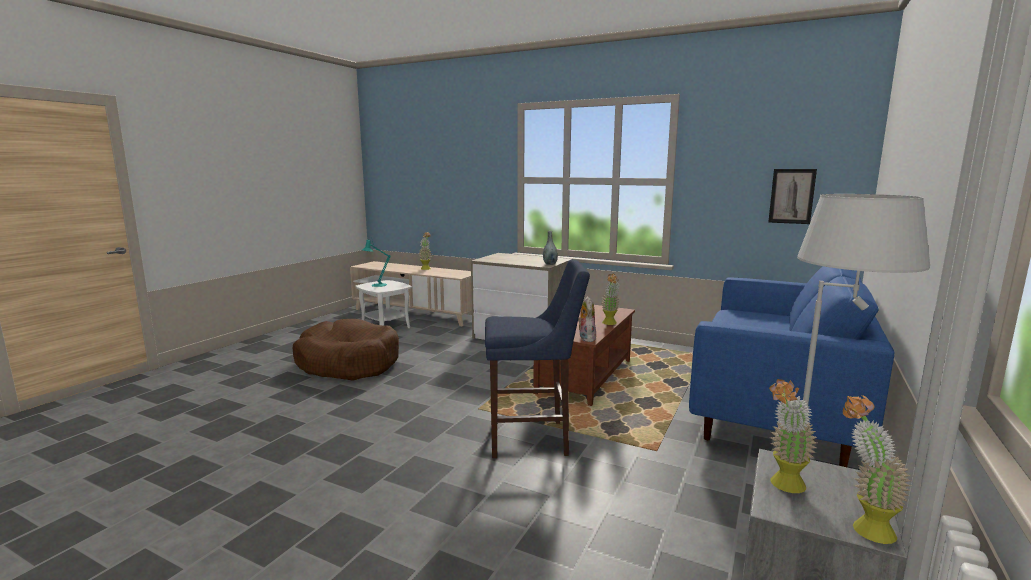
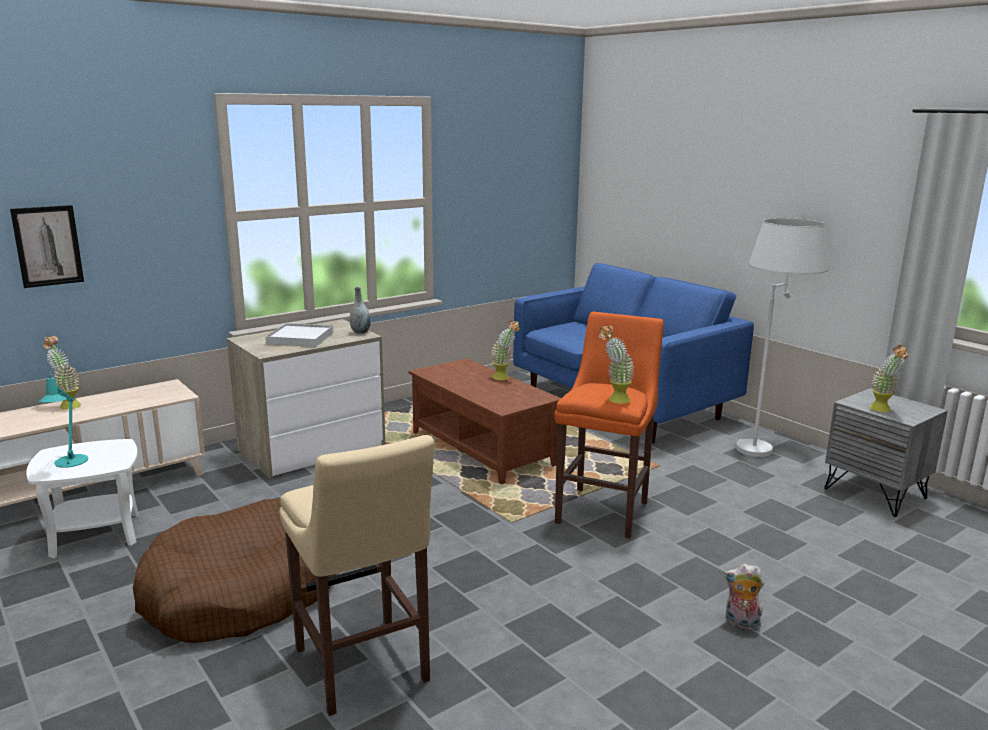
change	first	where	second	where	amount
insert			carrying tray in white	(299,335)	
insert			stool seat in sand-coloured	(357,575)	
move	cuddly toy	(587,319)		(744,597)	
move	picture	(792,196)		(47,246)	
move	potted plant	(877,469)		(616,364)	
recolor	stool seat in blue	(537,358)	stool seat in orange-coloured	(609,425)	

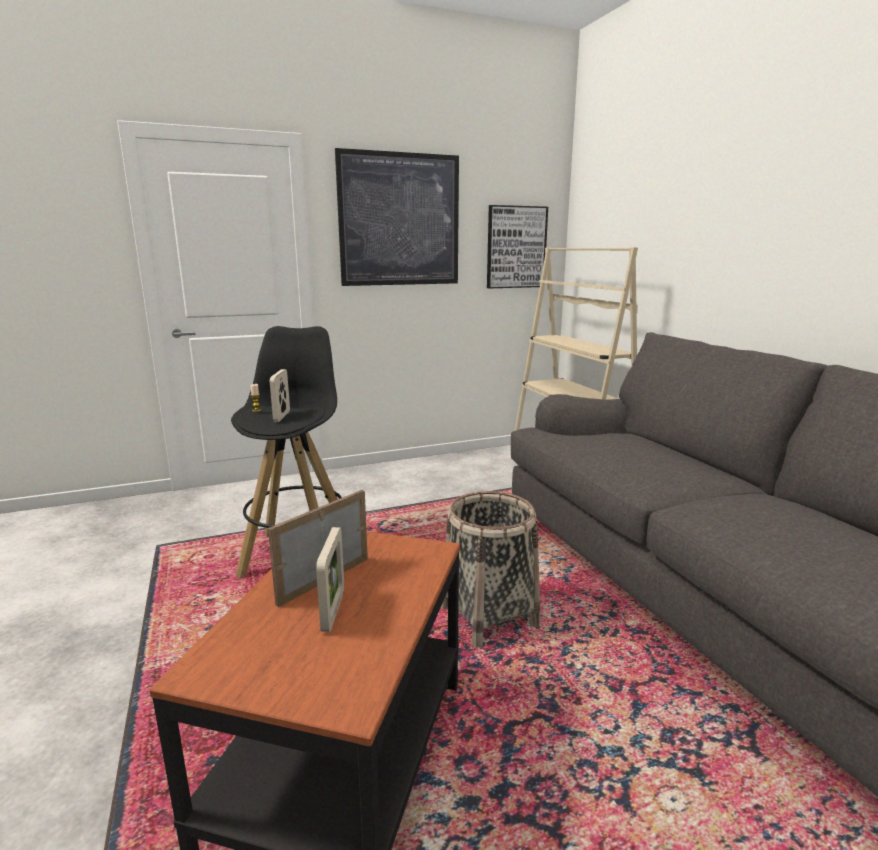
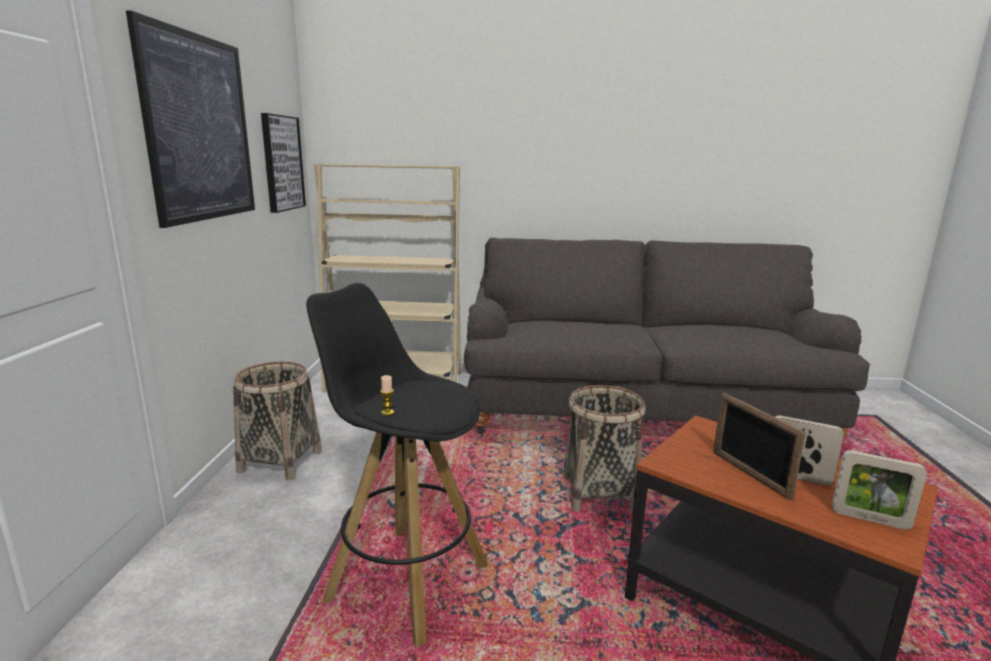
change	first	where	second	where	amount
insert			household basket	(277,421)	
move	photo frame	(280,395)		(879,490)	

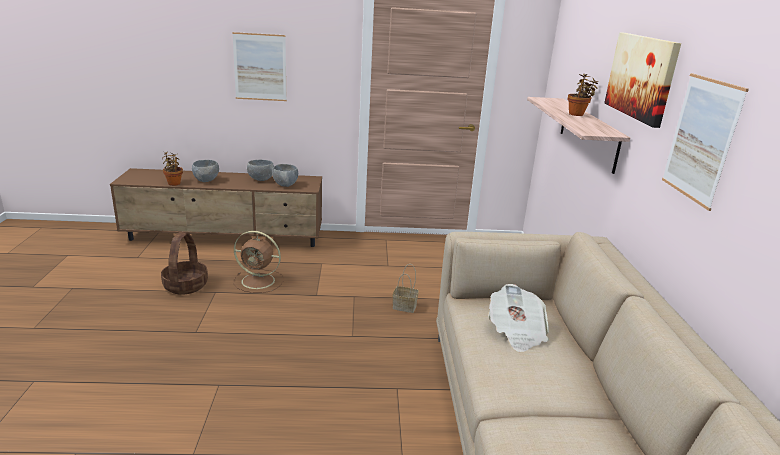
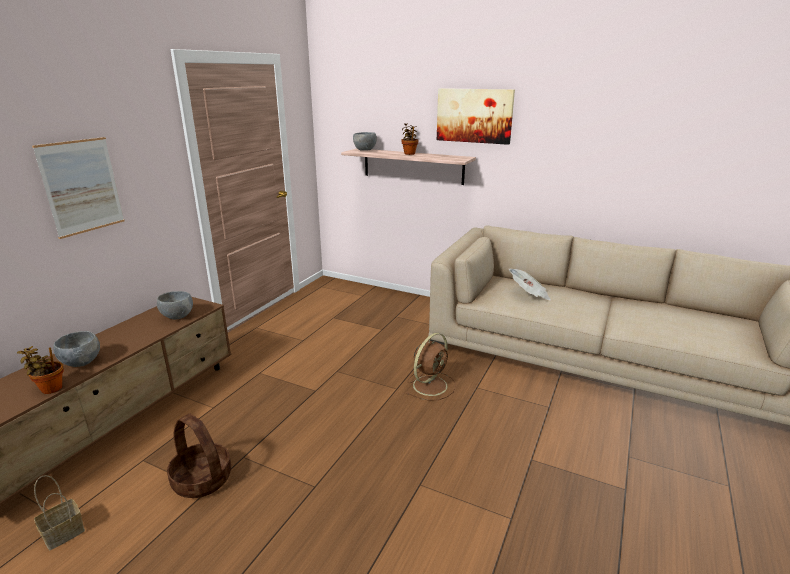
change	first	where	second	where	amount
delete	picture	(705,142)			
move	electric fan in brown	(259,262)		(431,367)	
move	serving bowl in gray	(260,170)		(365,141)	
move	household basket	(406,288)		(59,512)	

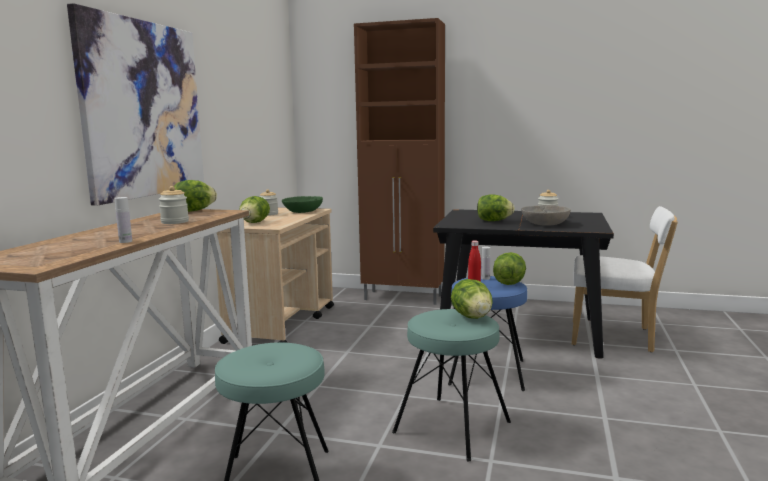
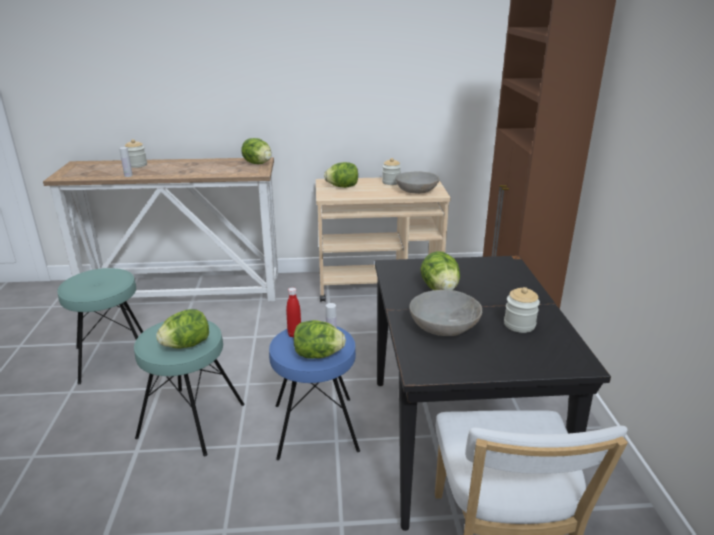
change	first	where	second	where	amount
delete	picture	(135,104)			
move	preserve jar	(174,205)		(136,153)	
recolor	serving bowl in green	(302,204)	serving bowl in gray	(417,183)	

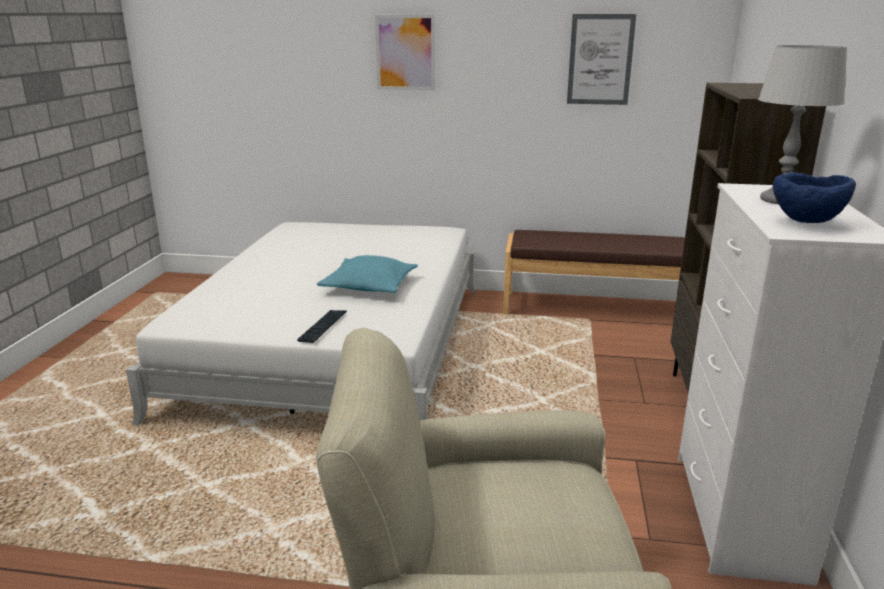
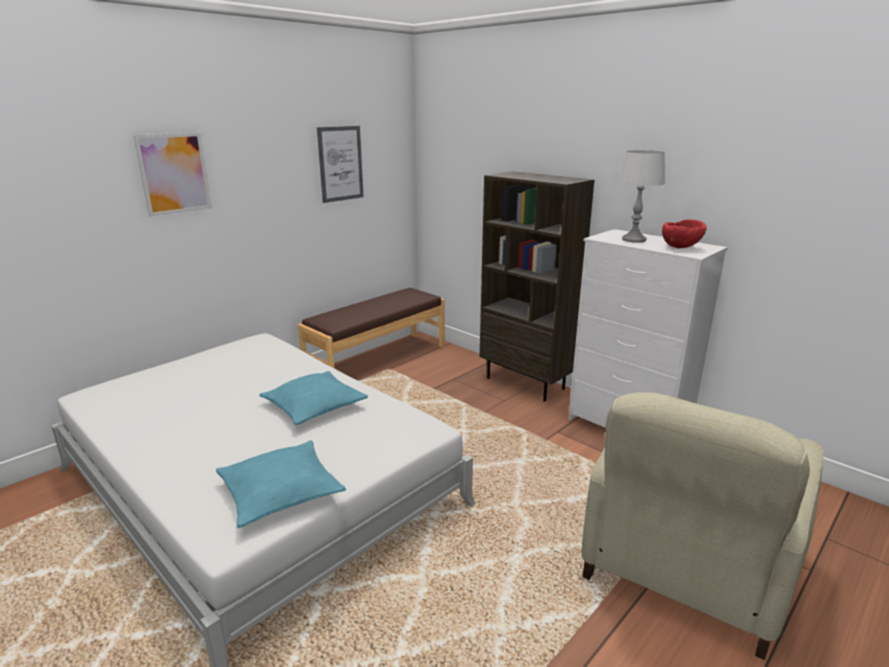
change	first	where	second	where	amount
delete	computer keyboard	(322,326)			
insert			throw pillow in turquoise	(281,484)	
recolor	serving bowl in blue	(814,197)	serving bowl in red	(684,234)	

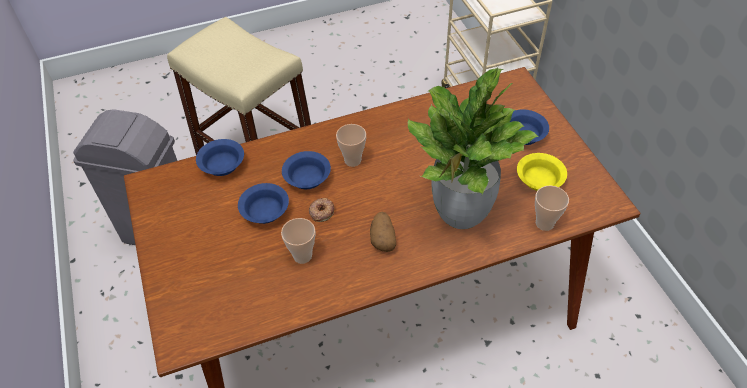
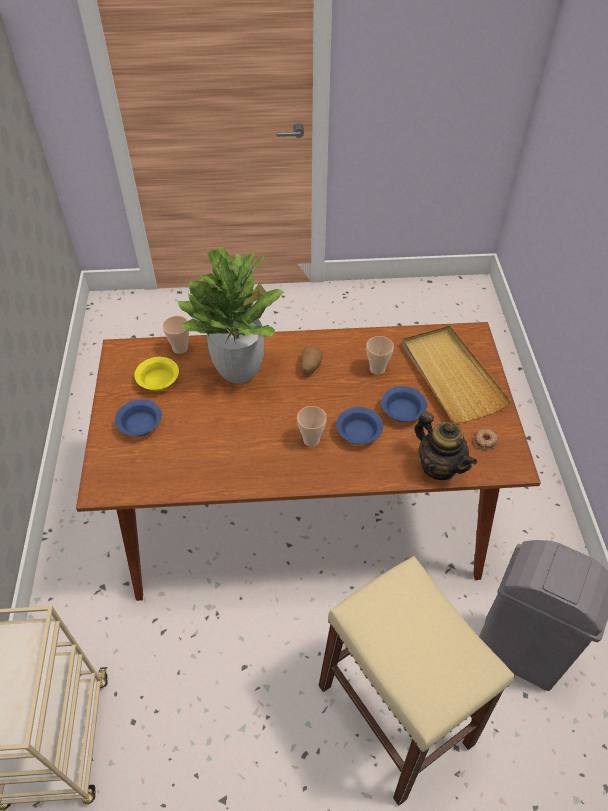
change	first	where	second	where	amount
insert			carrying tray in sand-coloured	(457,374)	
move	doughnut	(321,210)		(486,439)	
replace	serving bowl in blue	(220,157)	tea pot	(446,445)	

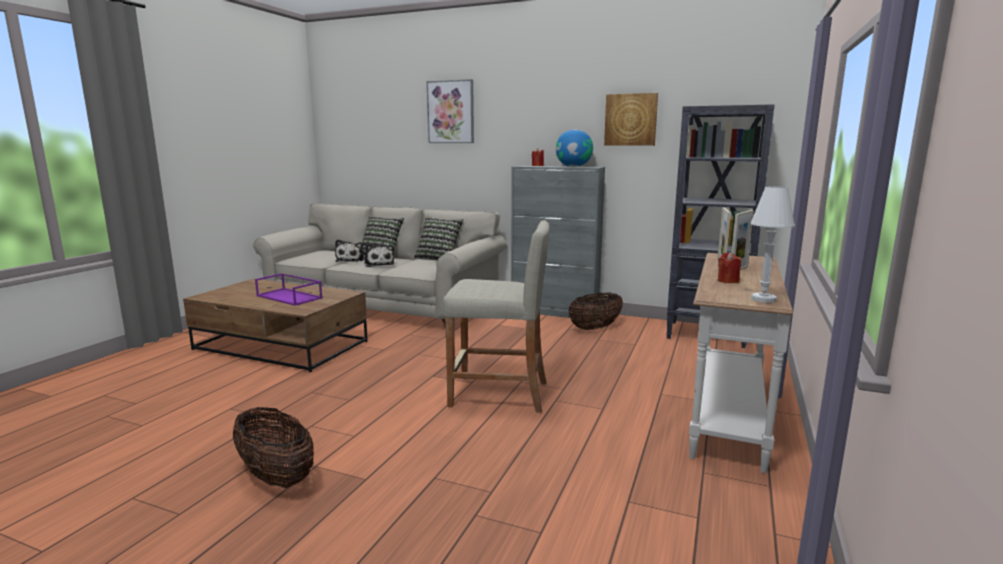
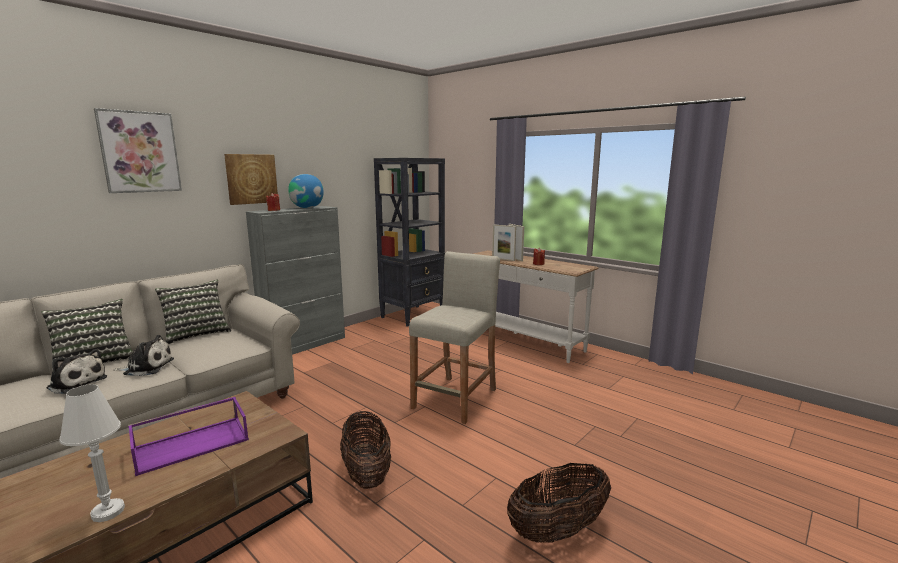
change	first	where	second	where	amount
move	household basket	(595,311)		(365,450)	
move	picture	(631,119)		(251,179)	
move	lamp for a table in white	(772,244)		(92,453)	

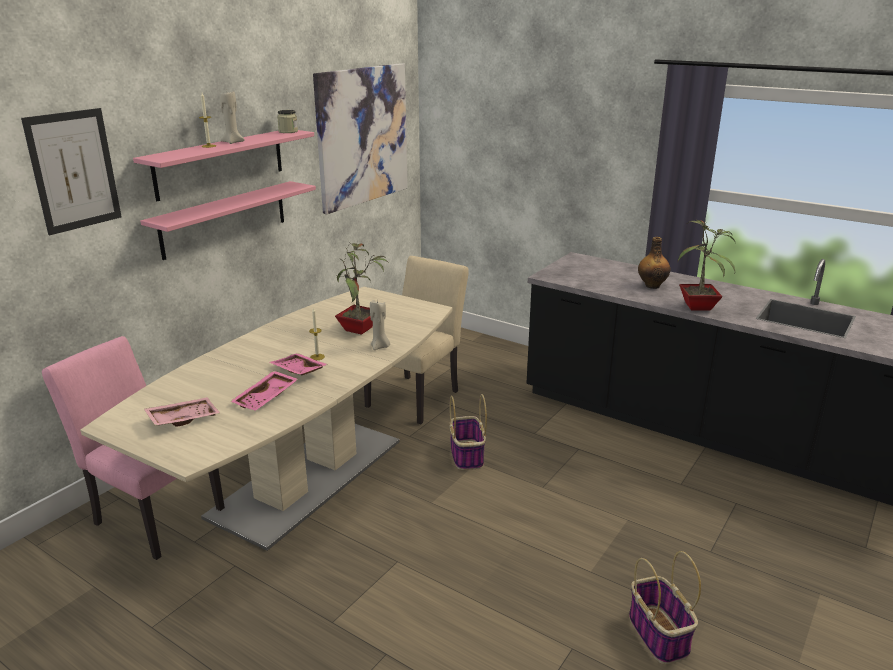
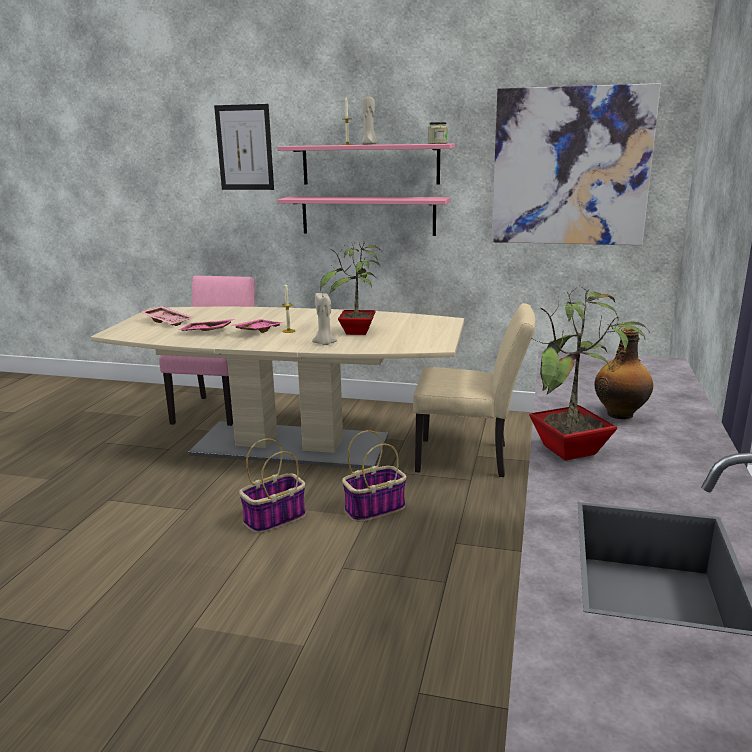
change	first	where	second	where	amount
move	household basket	(665,607)		(272,486)	

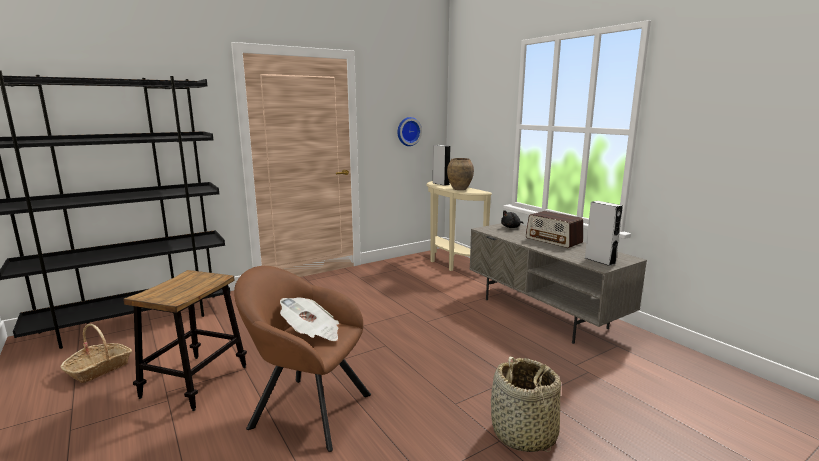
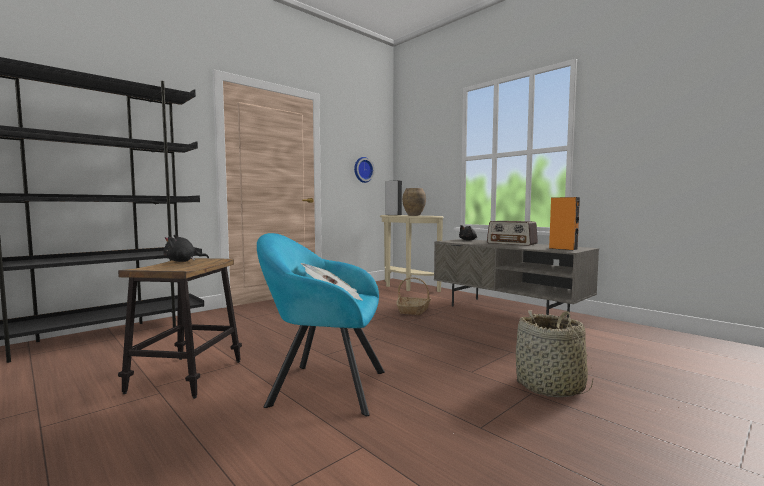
change	first	where	second	where	amount
insert			cuddly toy in blackish	(186,248)	
move	household basket	(96,353)		(413,296)	
recolor	easy chair in brown	(302,359)	easy chair in turquoise	(321,324)	
recolor	audio speaker in gray	(604,233)	audio speaker in orange-coloured	(564,223)	

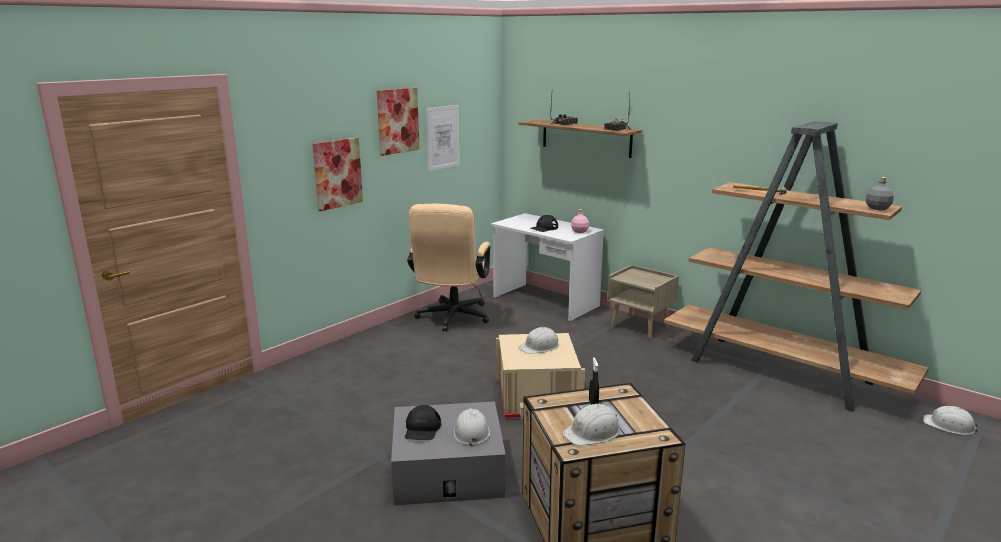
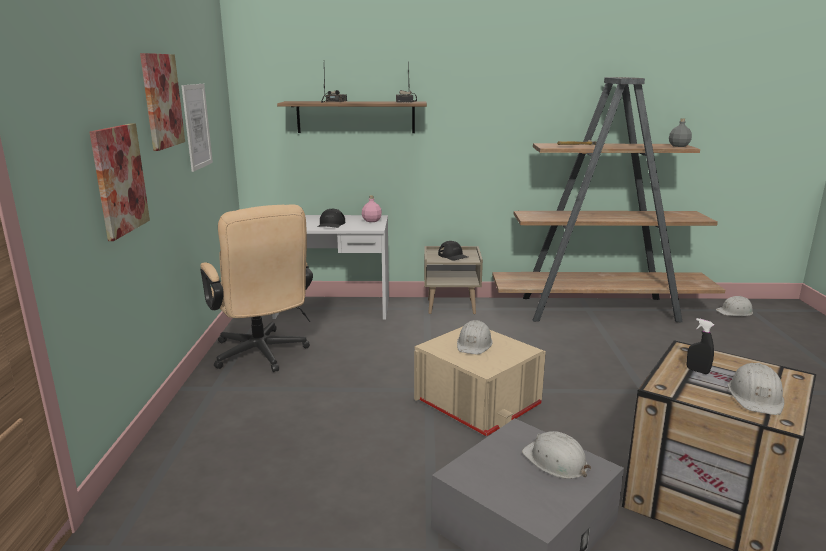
change	first	where	second	where	amount
move	cap in blackish	(423,422)		(453,251)	

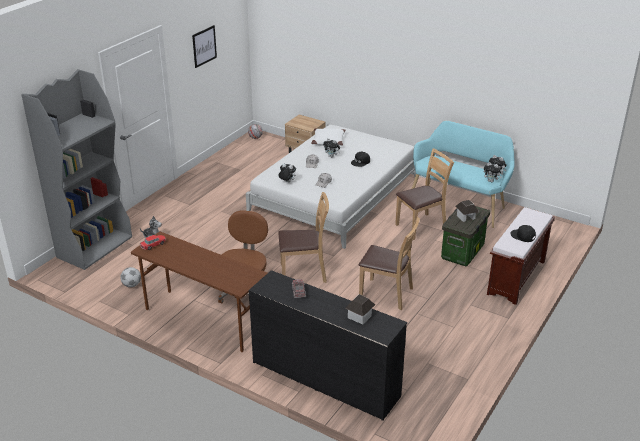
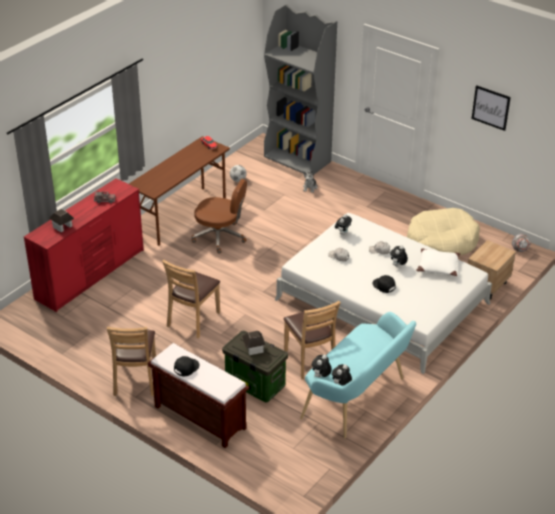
change	first	where	second	where	amount
insert			dog cushion in sand-coloured	(443,231)	
move	upright chair in brown	(303,237)		(131,361)	
recolor	chest of drawers in blackish	(328,345)	chest of drawers in red	(84,245)	

